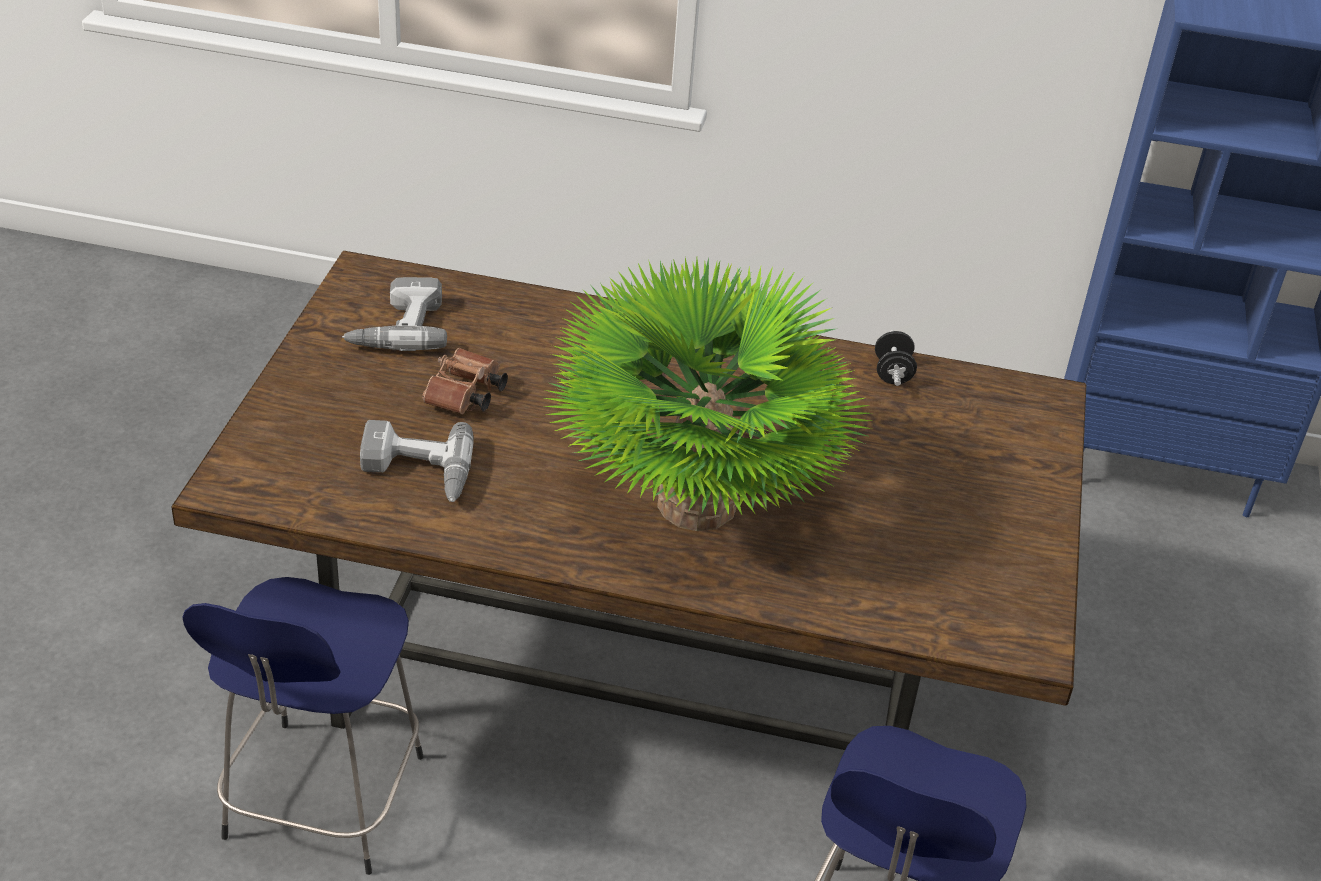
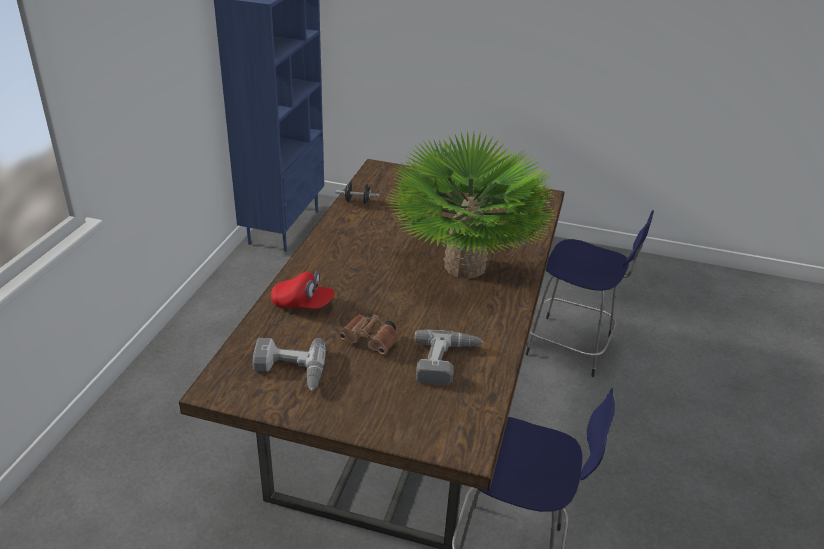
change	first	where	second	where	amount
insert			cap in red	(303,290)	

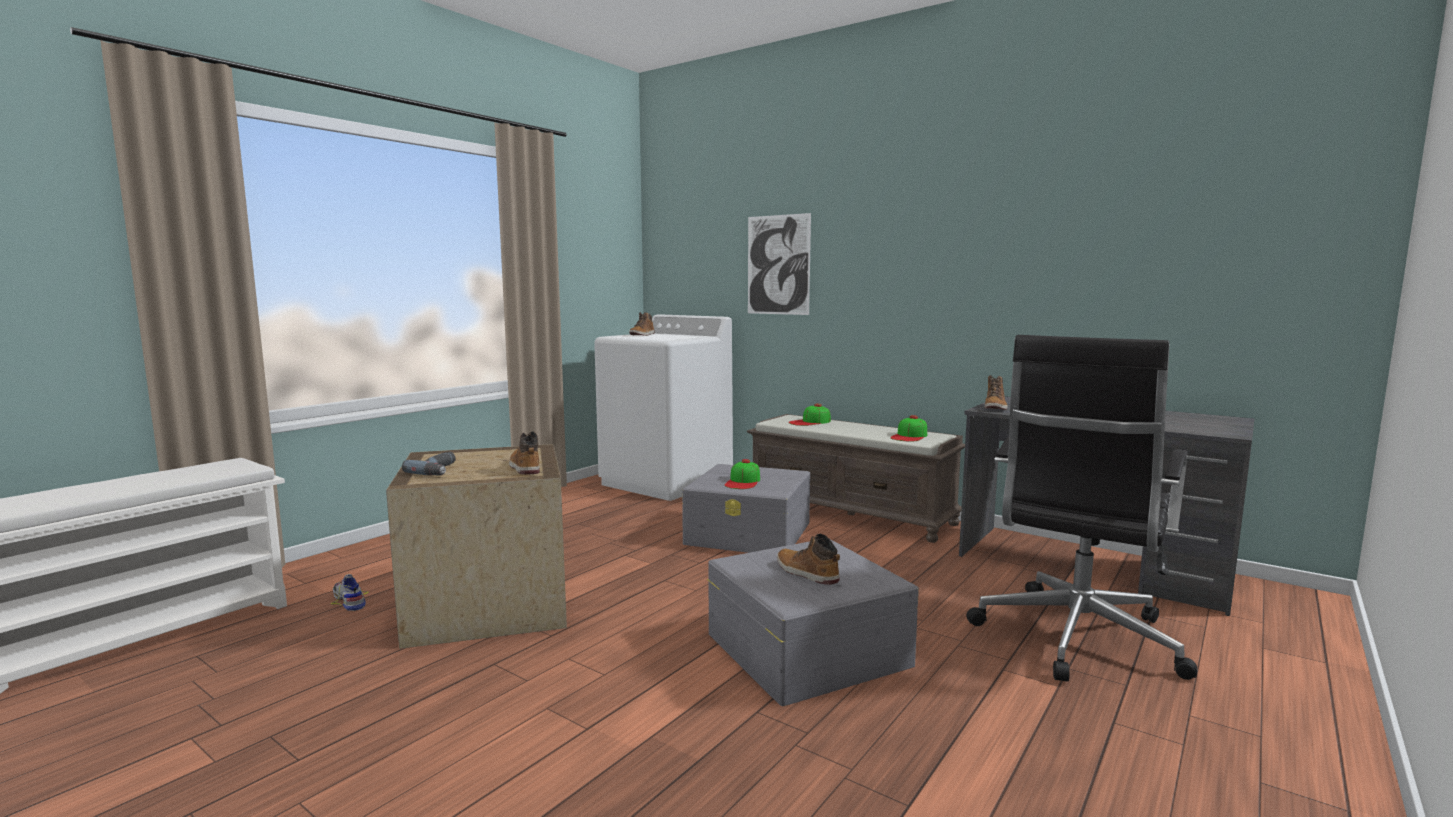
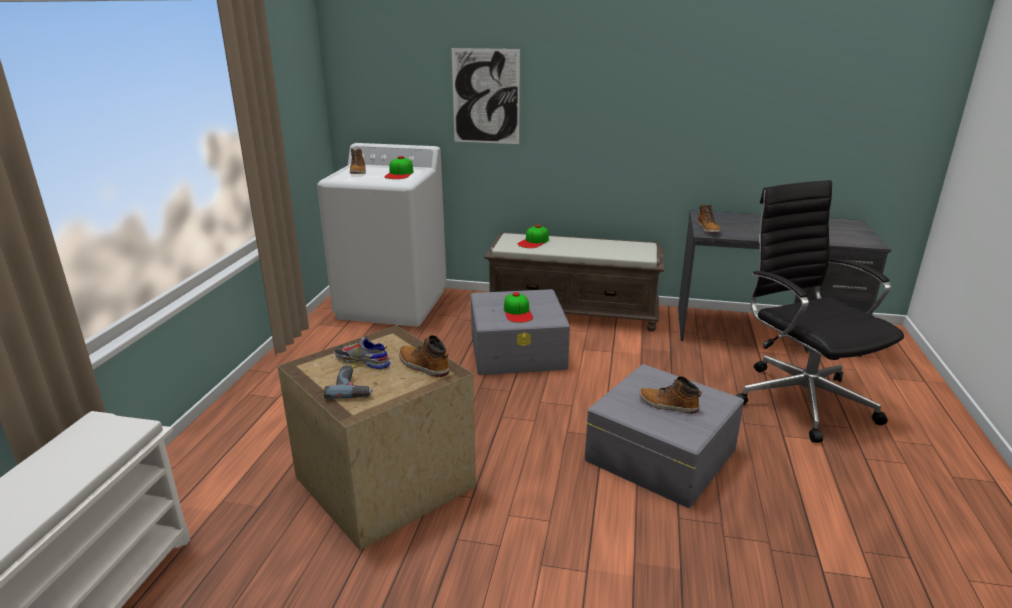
change	first	where	second	where	amount
move	item of footwear	(349,592)		(362,353)	
move	cap	(908,428)		(399,167)	
rotate	office chair in blackish	(1081,508)		(820,311)	150 degrees clockwise

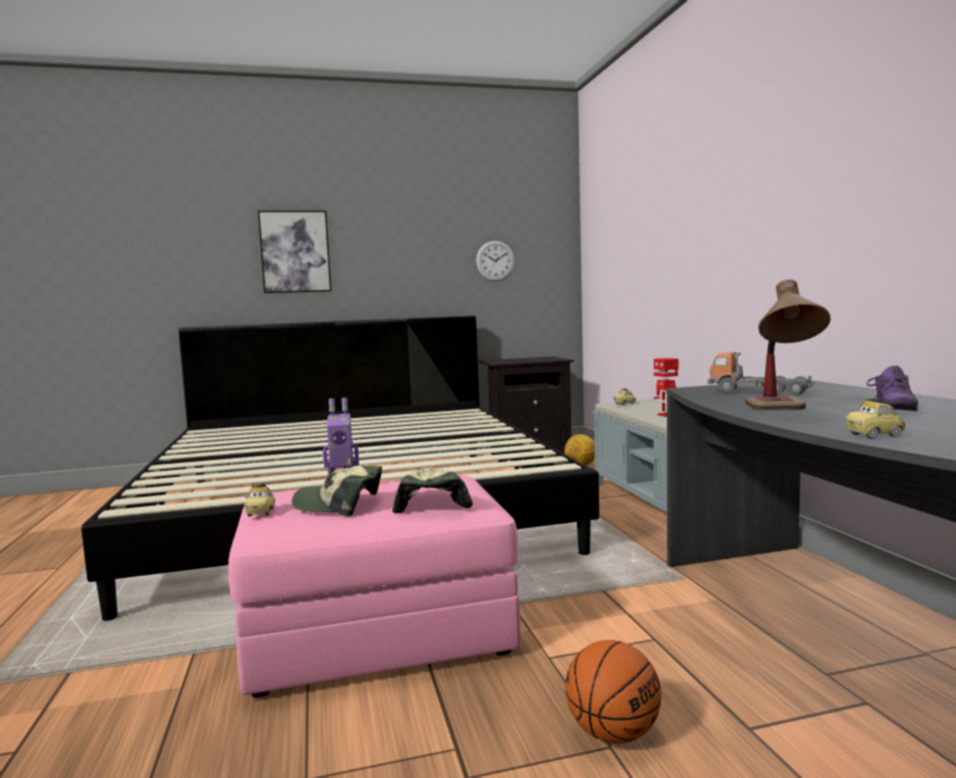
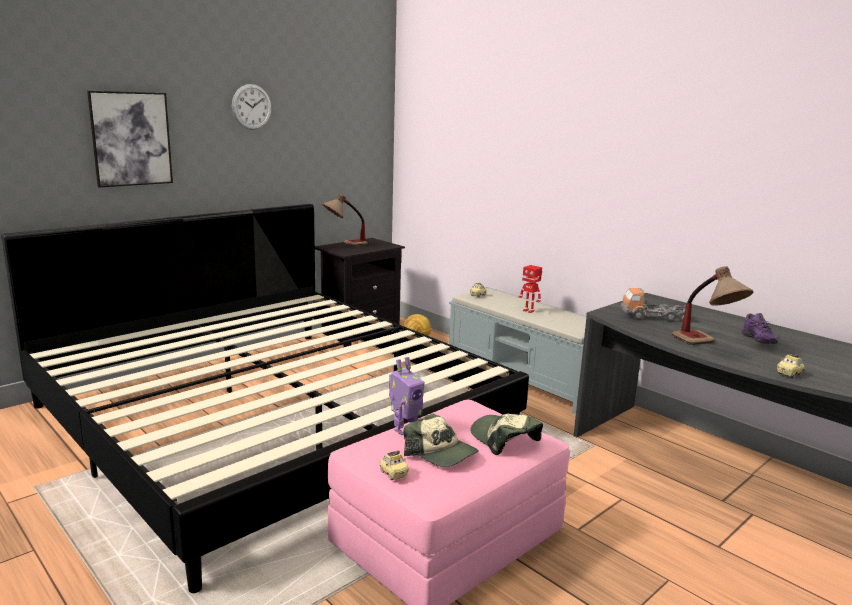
change	first	where	second	where	amount
delete	ball for basketball	(613,692)			
insert			lamp for a table	(345,220)	
move	clock on the wall	(495,261)		(251,107)	
rotate	cap	(337,490)		(441,440)	120 degrees counterclockwise

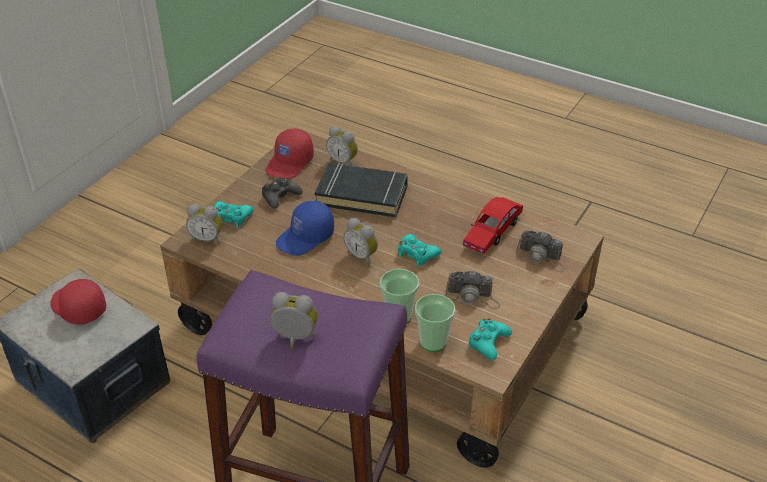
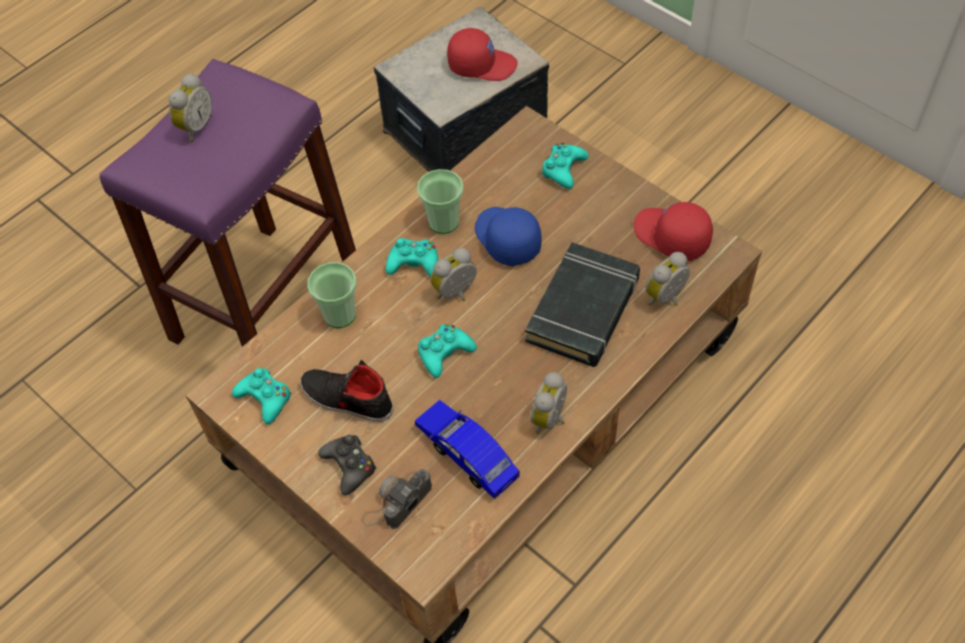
change	first	where	second	where	amount
insert			joypad in turquoise	(412,257)	
move	alarm clock	(204,224)		(548,403)	
move	joypad in blackish	(282,193)		(347,465)	
move	cup	(435,323)		(440,201)	
replace	photo camera	(472,289)	item of footwear in blackish	(346,391)	
recolor	miniature car in red	(493,225)	miniature car in blue	(467,449)	
rotate	cap in red	(78,302)		(482,54)	45 degrees clockwise

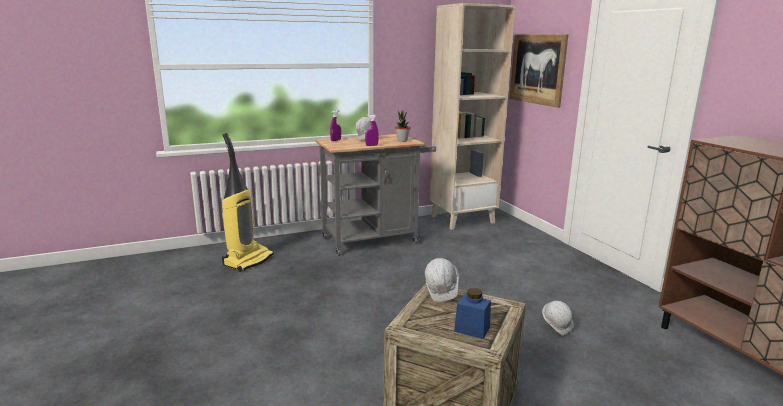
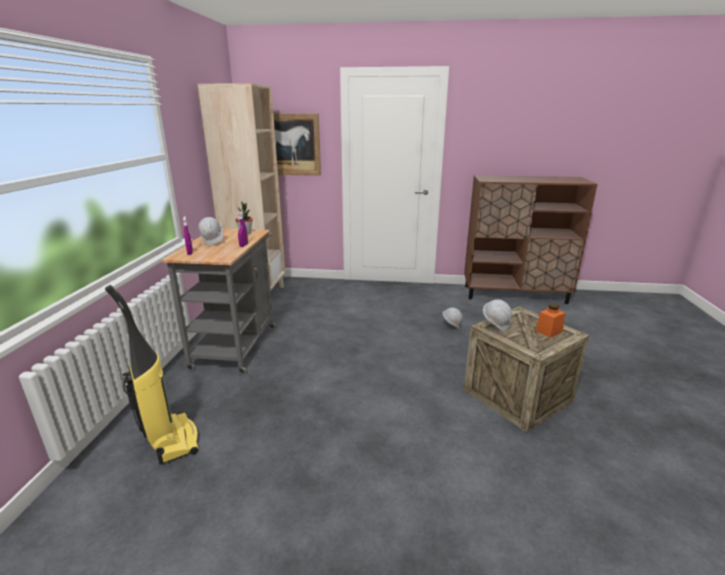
change	first	where	second	where	amount
recolor	preserve jar in blue	(472,313)	preserve jar in orange-coloured	(550,320)	

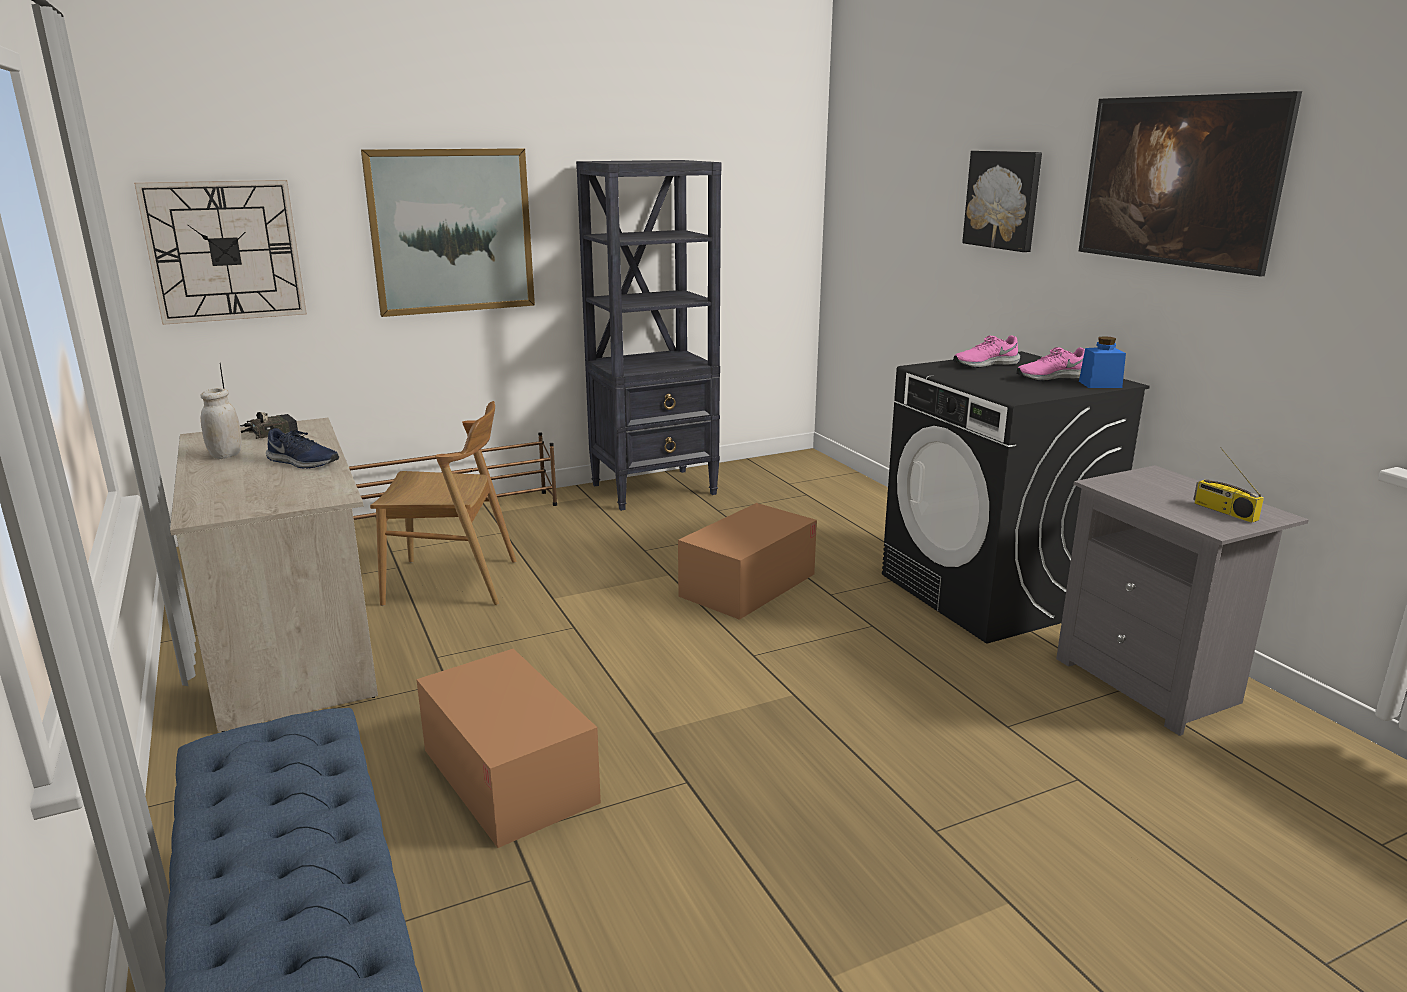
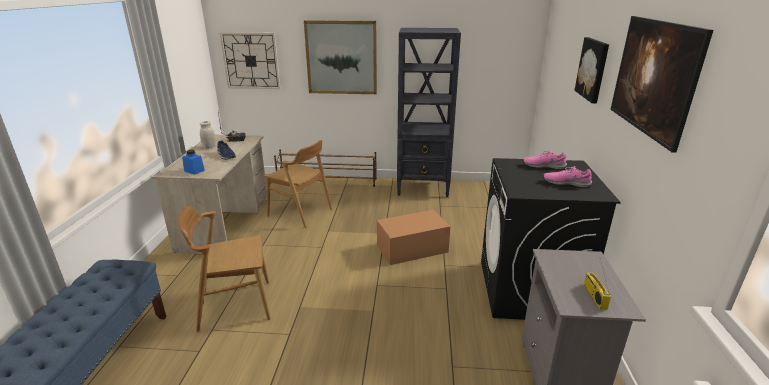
change	first	where	second	where	amount
move	preserve jar in blue	(1102,362)		(193,162)	
replace	carton	(508,748)	upright chair in brown	(224,269)	

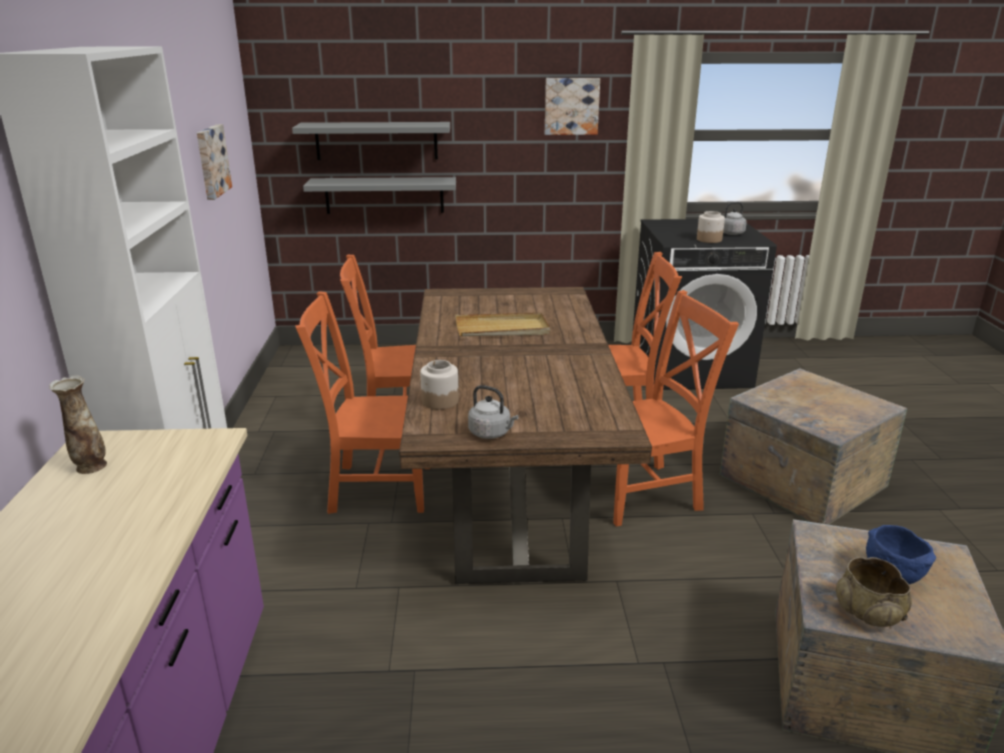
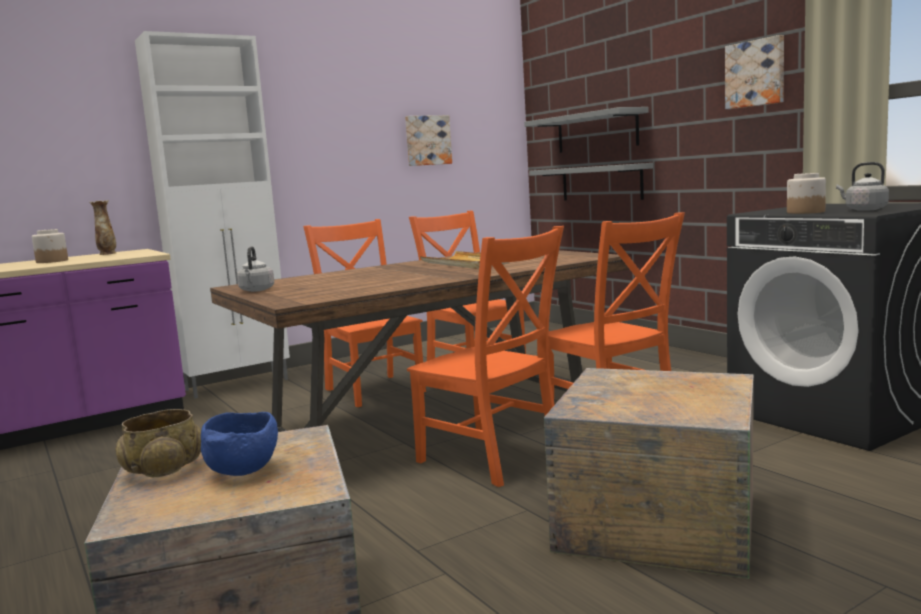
change	first	where	second	where	amount
move	preserve jar	(439,385)		(50,246)	

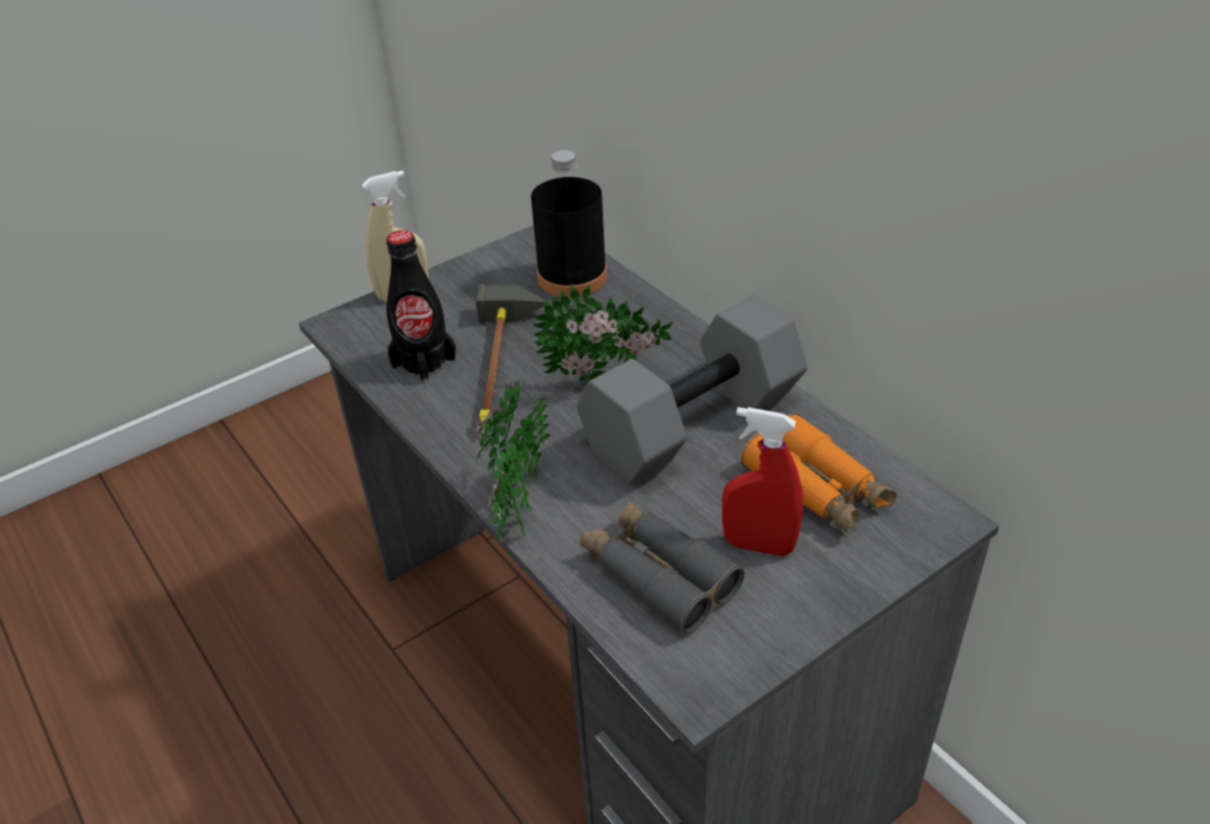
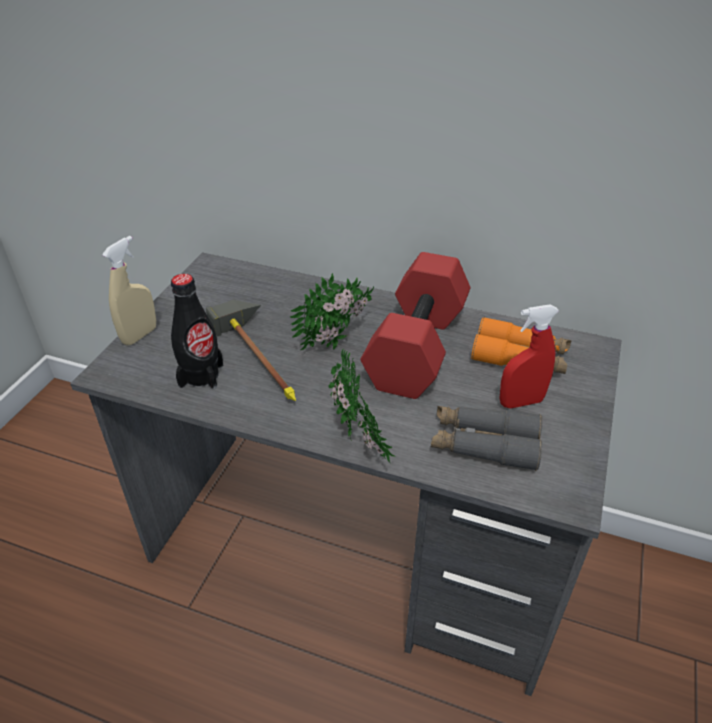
change	first	where	second	where	amount
delete	drink bottle in blackish	(569,224)			
recolor	hand weight in gray	(692,390)	hand weight in red	(415,325)	

